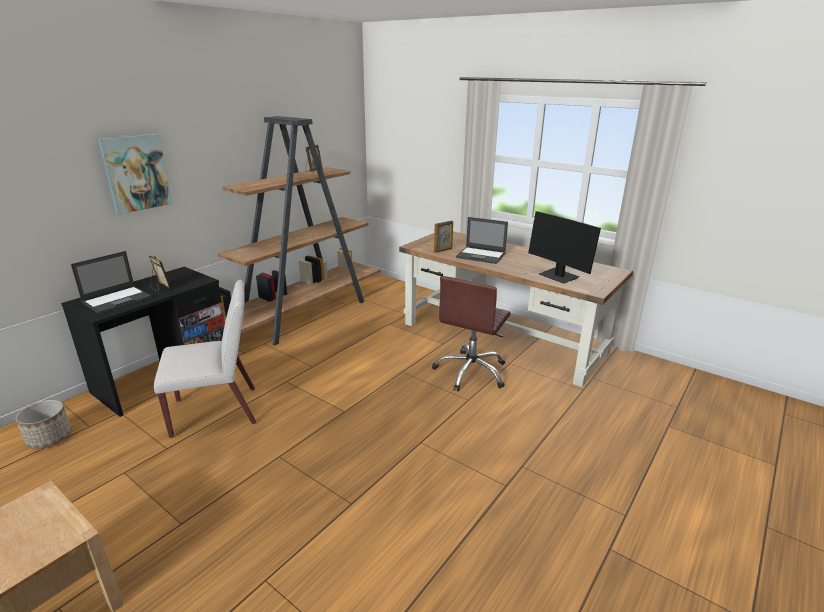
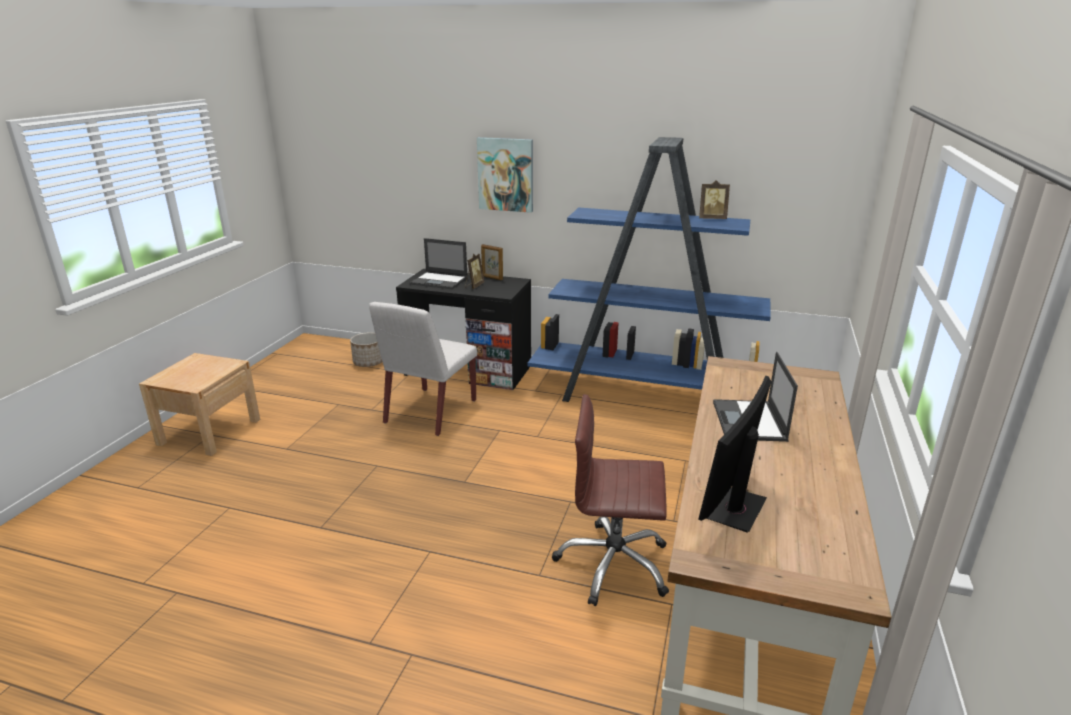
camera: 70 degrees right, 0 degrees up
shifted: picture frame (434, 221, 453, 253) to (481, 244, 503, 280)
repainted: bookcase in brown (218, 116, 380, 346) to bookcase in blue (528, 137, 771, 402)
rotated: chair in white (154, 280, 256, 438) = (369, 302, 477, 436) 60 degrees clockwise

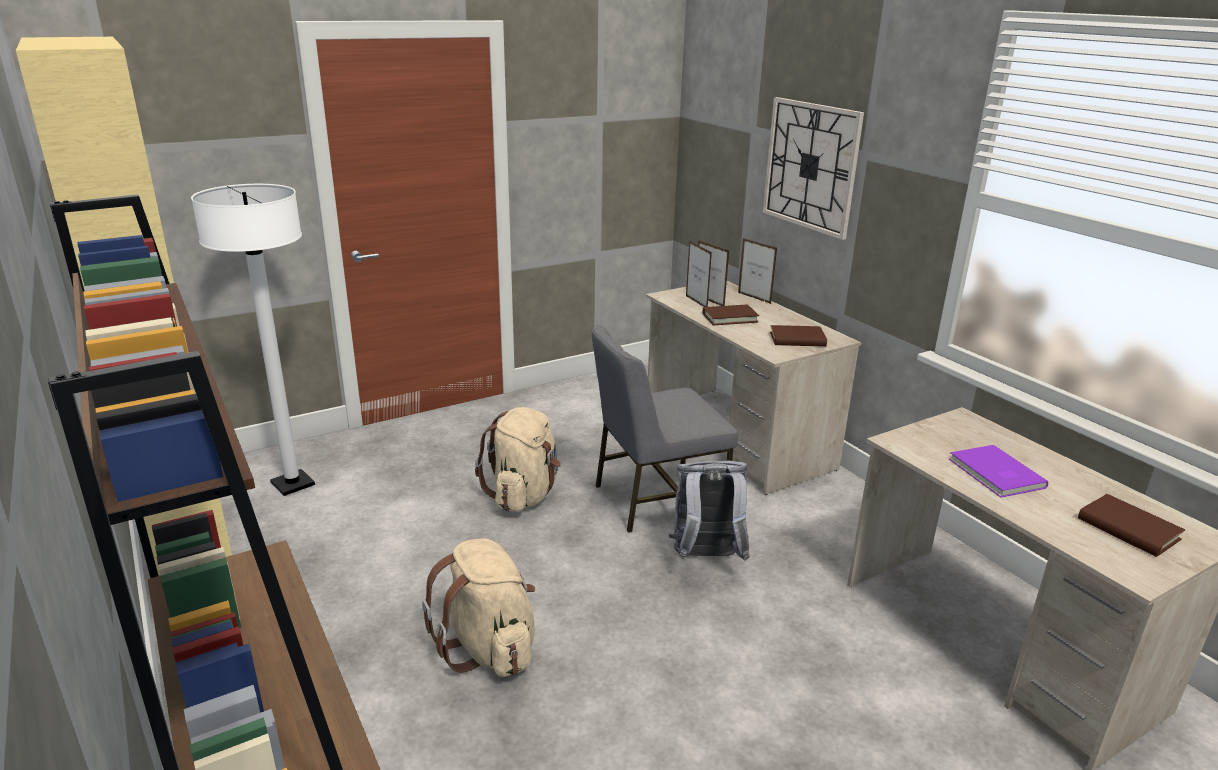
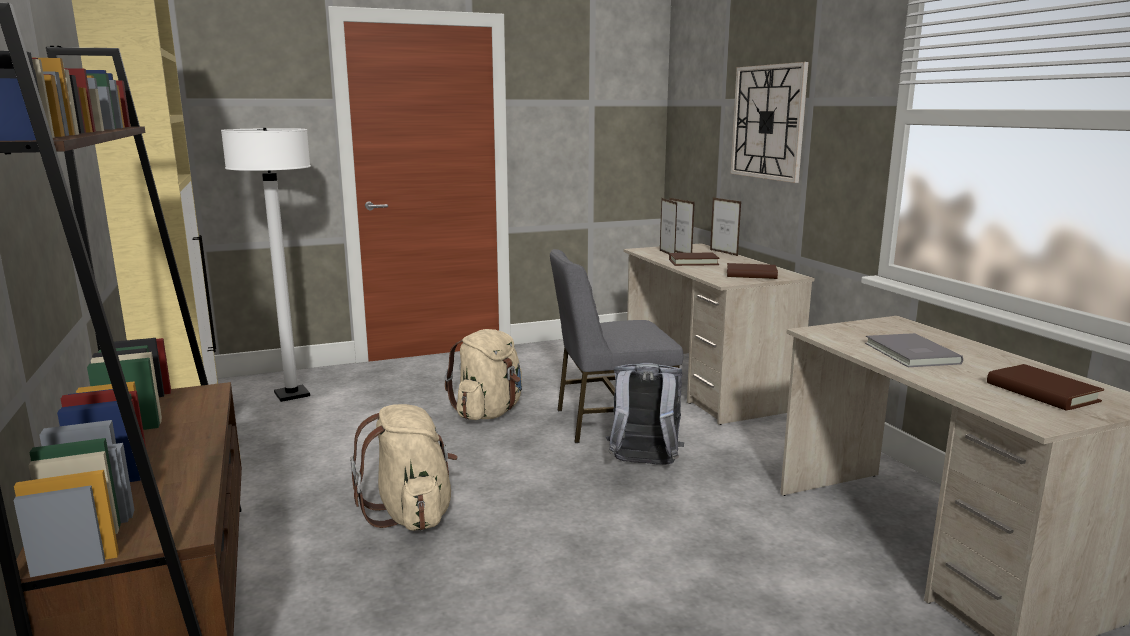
camera: 10 degrees right, 10 degrees down
repainted: book in purple (949, 445, 1048, 498) to book in grey (865, 333, 963, 367)

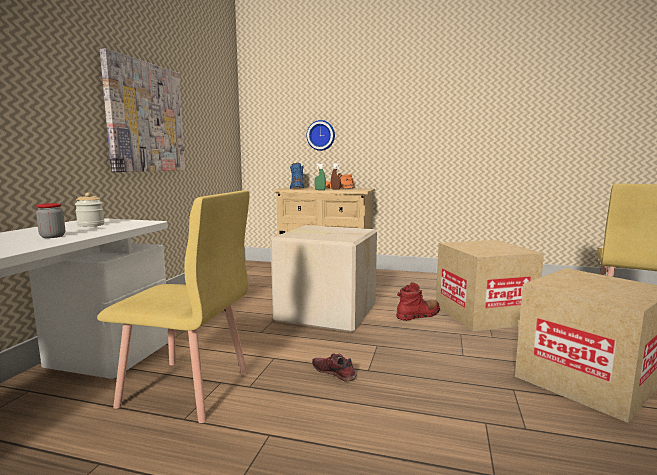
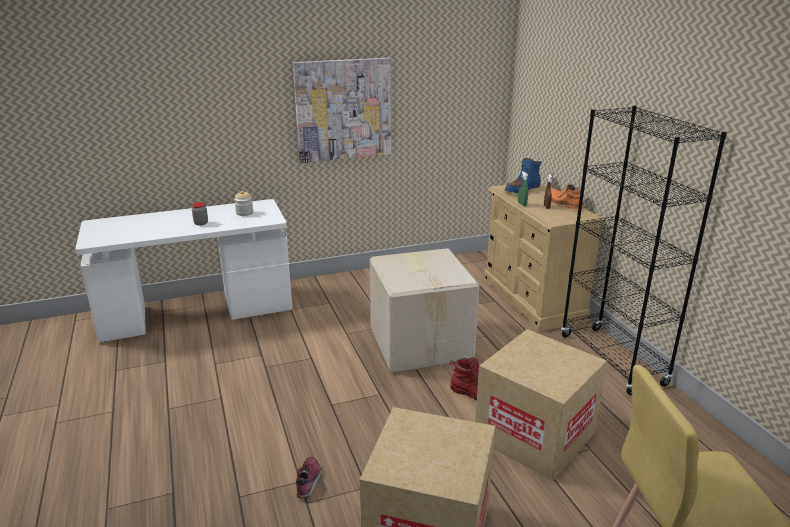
camera: 55 degrees right, 15 degrees up
gone: wall clock (306, 120, 335, 151); chair in yellow (97, 190, 250, 423)
new: bookcase in black (561, 106, 727, 395)
shifted: shoe (312, 353, 356, 381) to (296, 457, 322, 499)

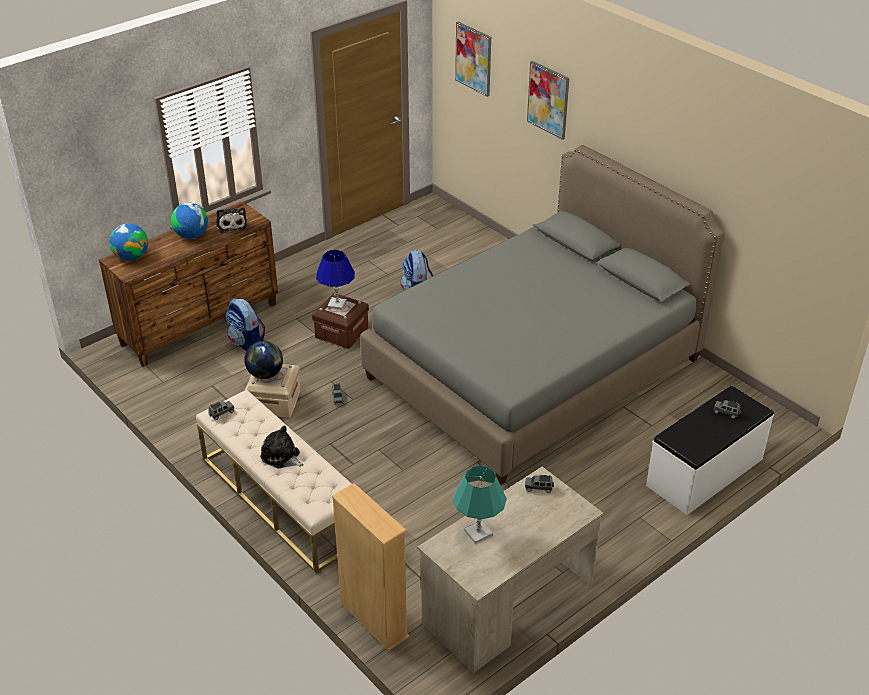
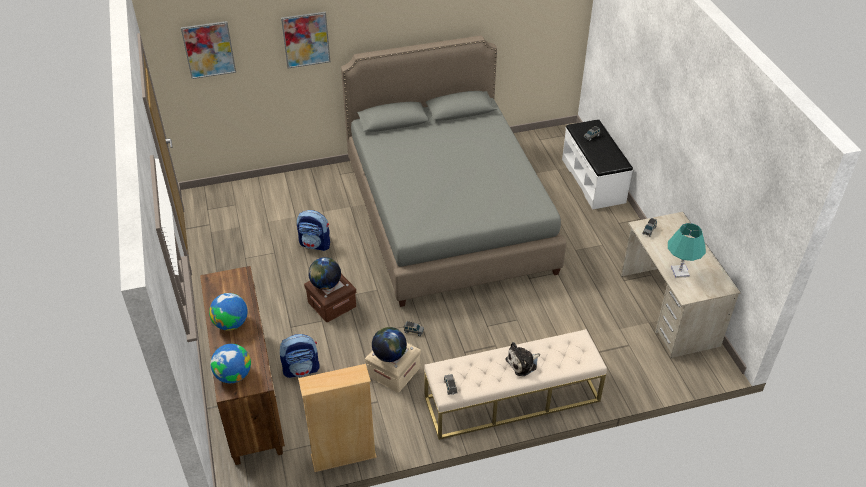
camera: 65 degrees left, 5 degrees up
gone: plush toy (216, 207, 247, 234)
shifted: bookcase in beige (332, 483, 409, 651) to (298, 364, 377, 472)
swapped: table lamp in blue (316, 250, 355, 310) to globe (308, 257, 341, 290)

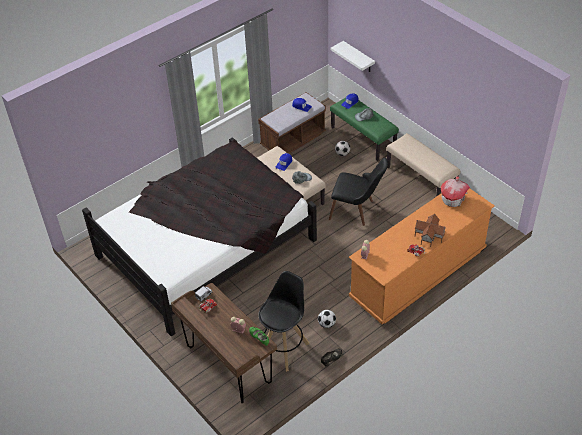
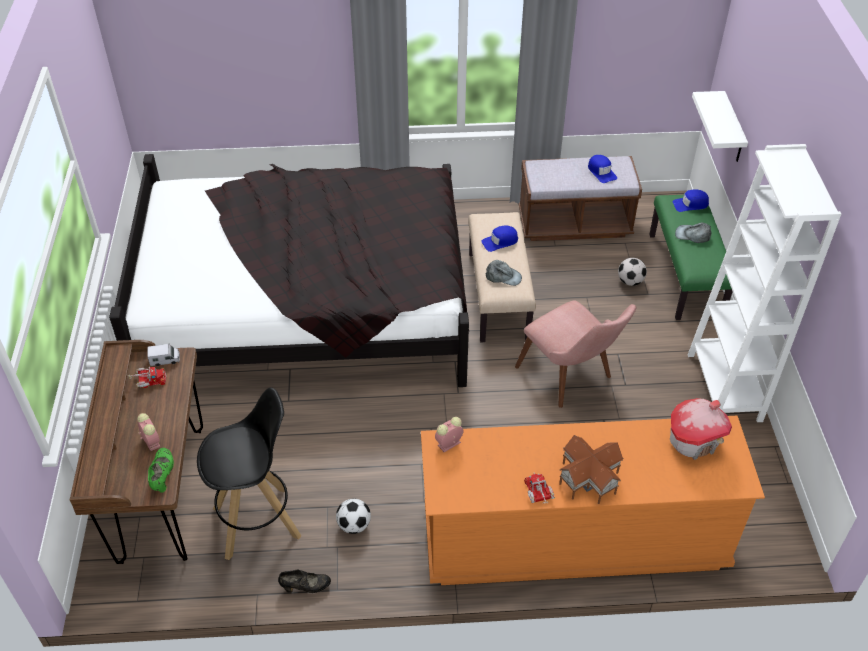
camera: 35 degrees right, 0 degrees up
swapped: bench in beige (386, 133, 460, 197) to bookcase in white (688, 144, 841, 422)
repainted: chair in black (329, 158, 388, 226) to chair in pink (515, 300, 636, 408)

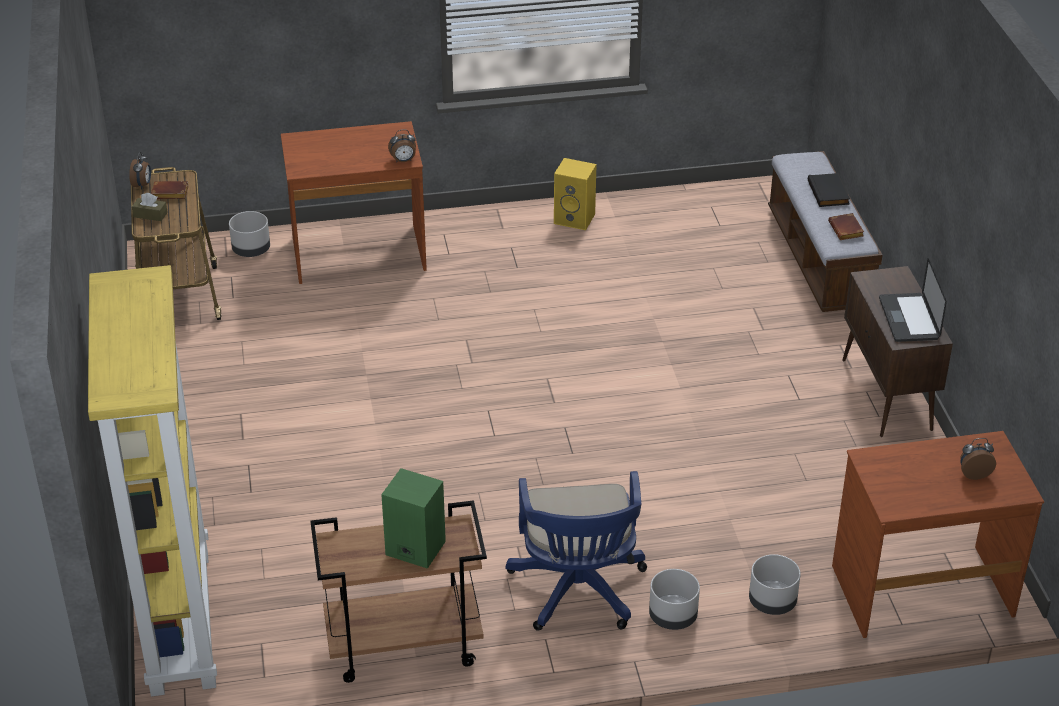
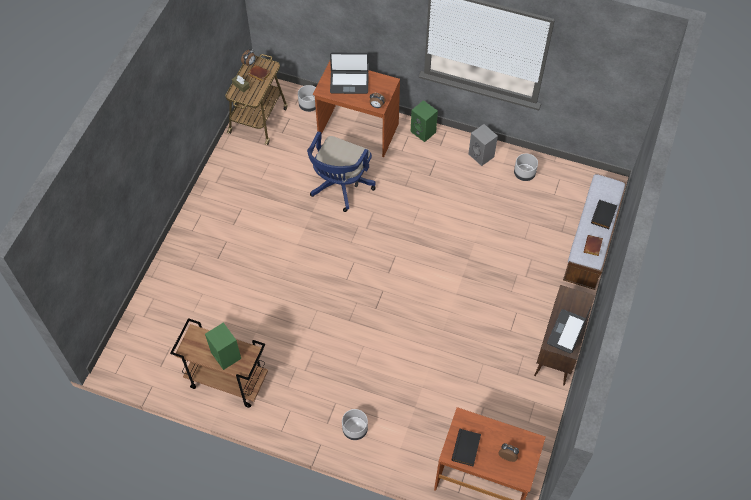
camera: 30 degrees right, 20 degrees up
gone: bookcase in yellow (88, 265, 217, 696)
new: laptop (330, 52, 369, 94); speaker in green (411, 100, 438, 142); book in black (452, 429, 481, 466)
shifted: office chair in blue (506, 471, 647, 631) to (307, 131, 376, 212); planter in grey (749, 554, 801, 615) to (514, 154, 538, 181)
repainted: speaker in yellow (554, 158, 597, 230) to speaker in grey (468, 124, 498, 166)

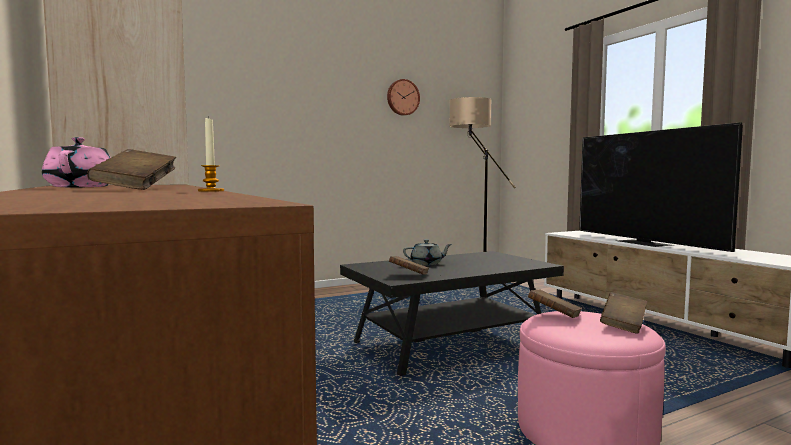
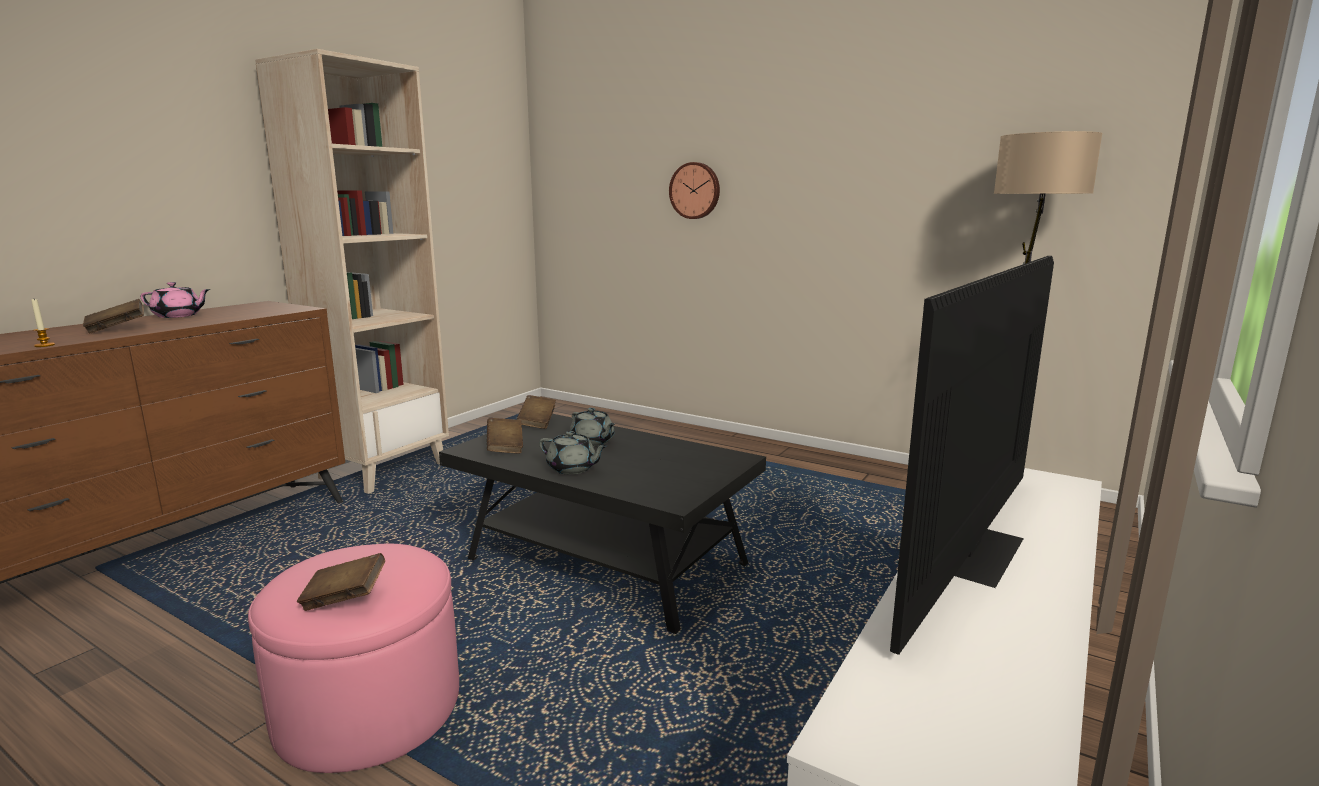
camera: 60 degrees right, 10 degrees up
new: teapot in grey (539, 431, 607, 474)
shifted: wall clock (387, 79, 420, 116) to (669, 162, 720, 219); book in brown (528, 289, 582, 318) to (516, 395, 556, 429)
rotated: teapot in pink (42, 137, 111, 187) = (140, 282, 210, 318) 45 degrees clockwise

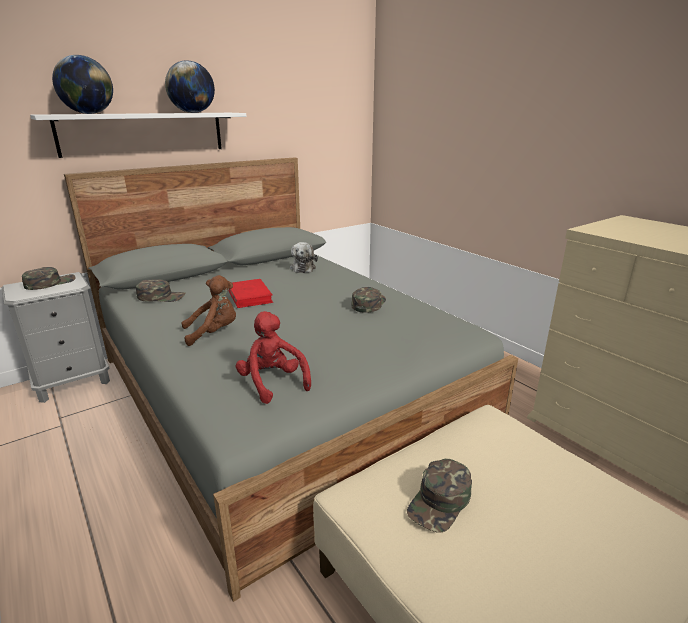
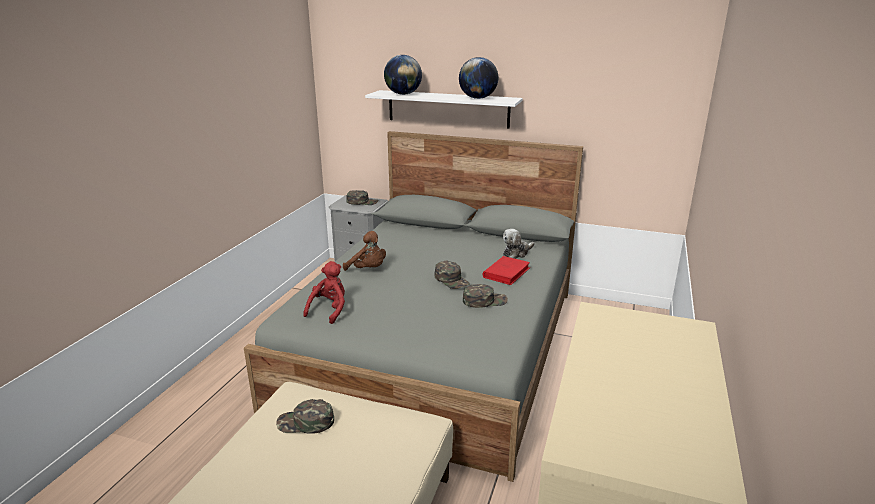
camera: 55 degrees right, 0 degrees up
shifted: cap in green (136, 279, 186, 302) to (434, 261, 470, 289); book in red (228, 279, 273, 308) to (483, 256, 530, 285)

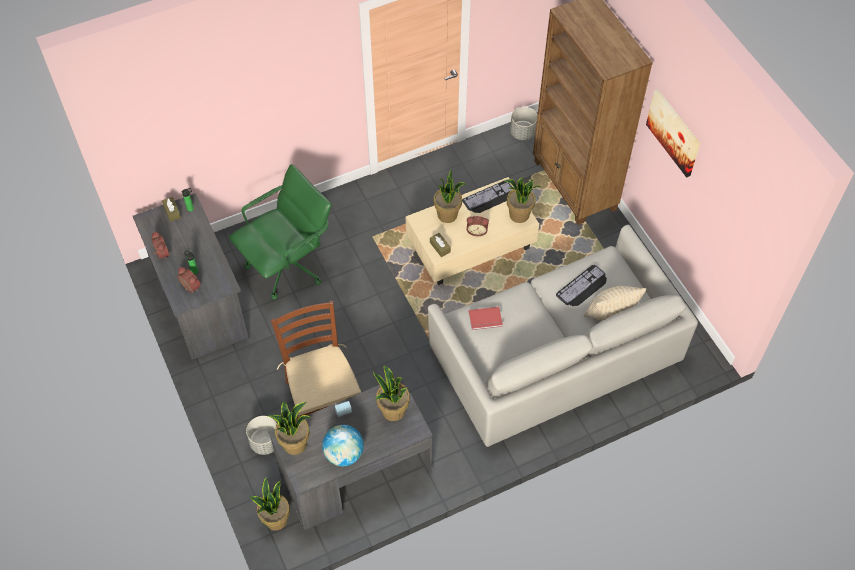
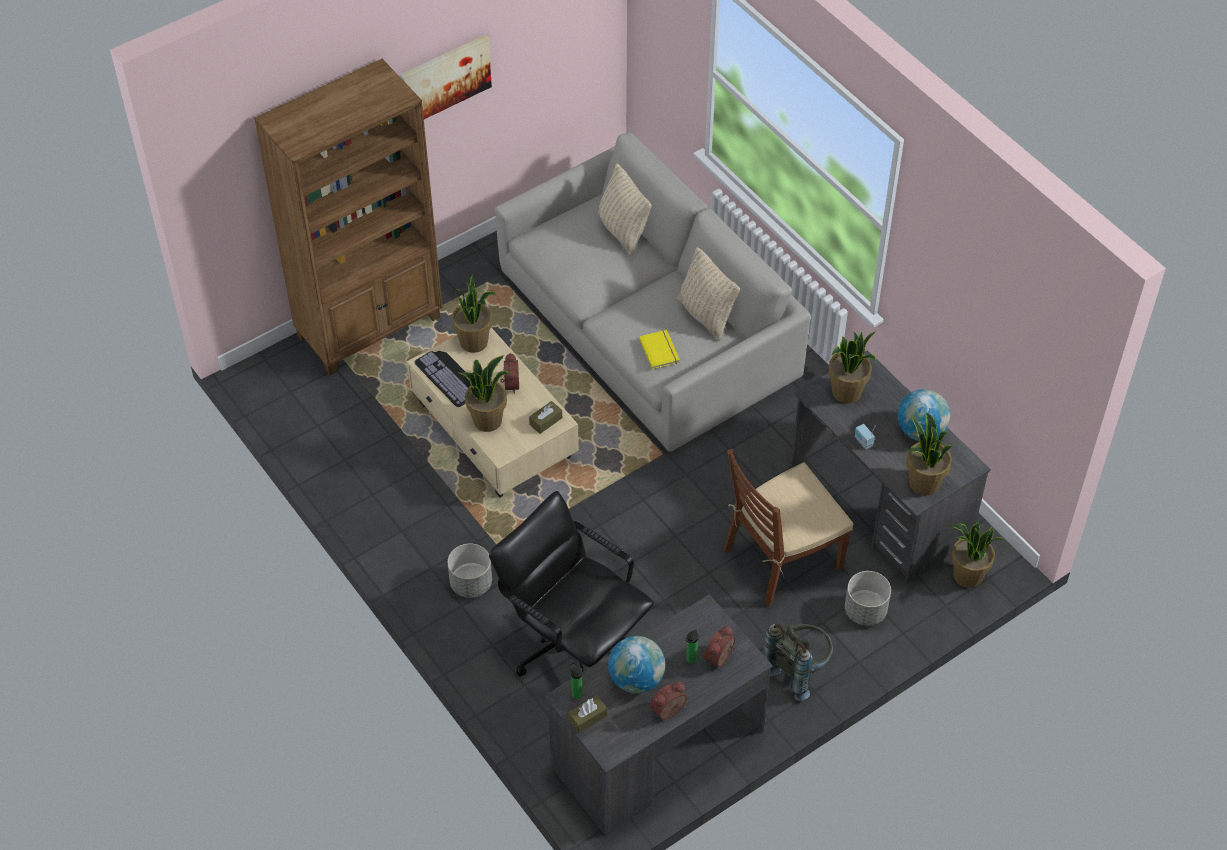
camera: 100 degrees left, 5 degrees down
gone: keyboard (556, 264, 607, 306)
new: pillow in beige (677, 247, 740, 341); backpack in grey (763, 624, 833, 701); globe (608, 636, 665, 694)
shifted: planter in grey (510, 107, 537, 140) to (448, 544, 492, 598)
repainted: office chair in green (229, 164, 332, 300) to office chair in black (489, 491, 654, 676); book in red (469, 307, 503, 330) to book in yellow (639, 330, 680, 369)

